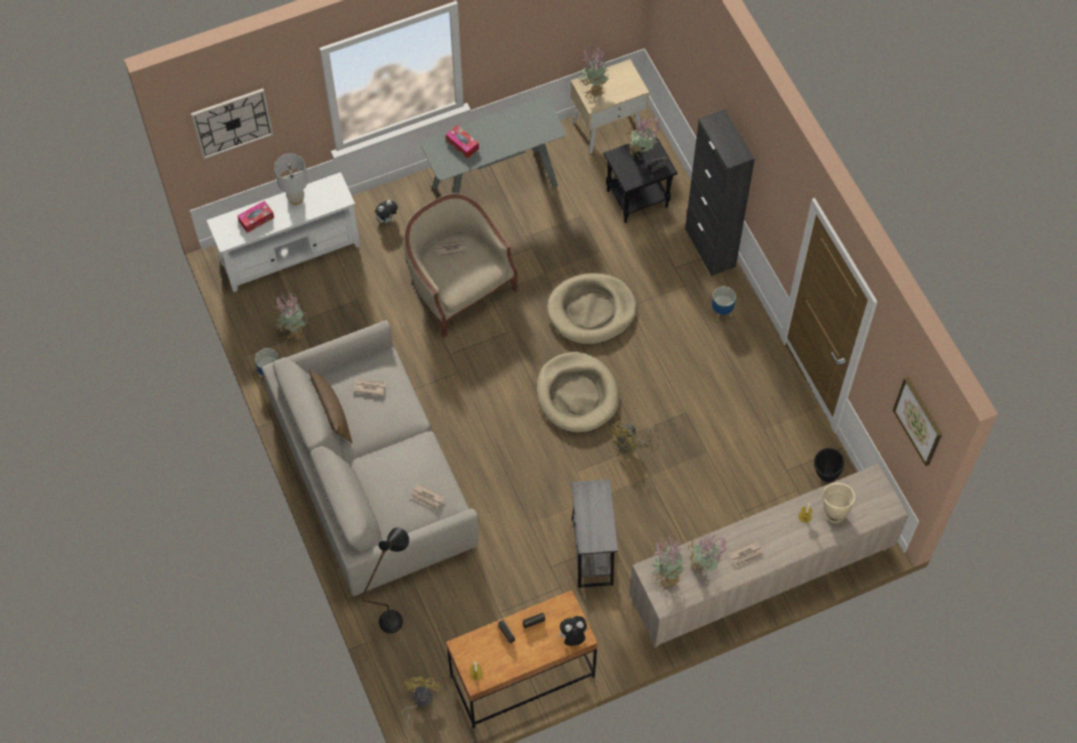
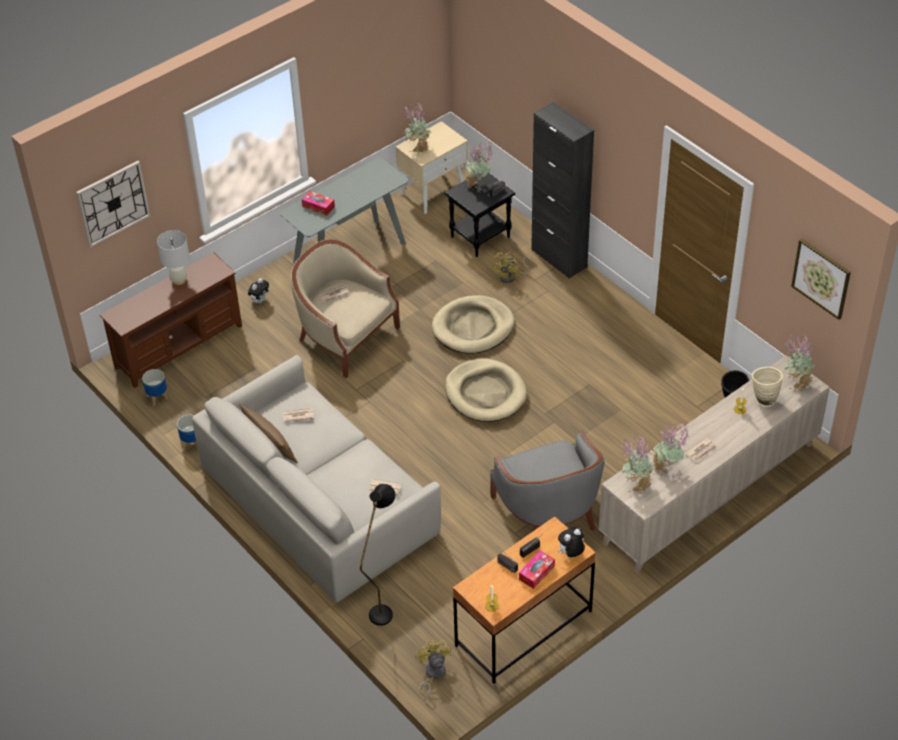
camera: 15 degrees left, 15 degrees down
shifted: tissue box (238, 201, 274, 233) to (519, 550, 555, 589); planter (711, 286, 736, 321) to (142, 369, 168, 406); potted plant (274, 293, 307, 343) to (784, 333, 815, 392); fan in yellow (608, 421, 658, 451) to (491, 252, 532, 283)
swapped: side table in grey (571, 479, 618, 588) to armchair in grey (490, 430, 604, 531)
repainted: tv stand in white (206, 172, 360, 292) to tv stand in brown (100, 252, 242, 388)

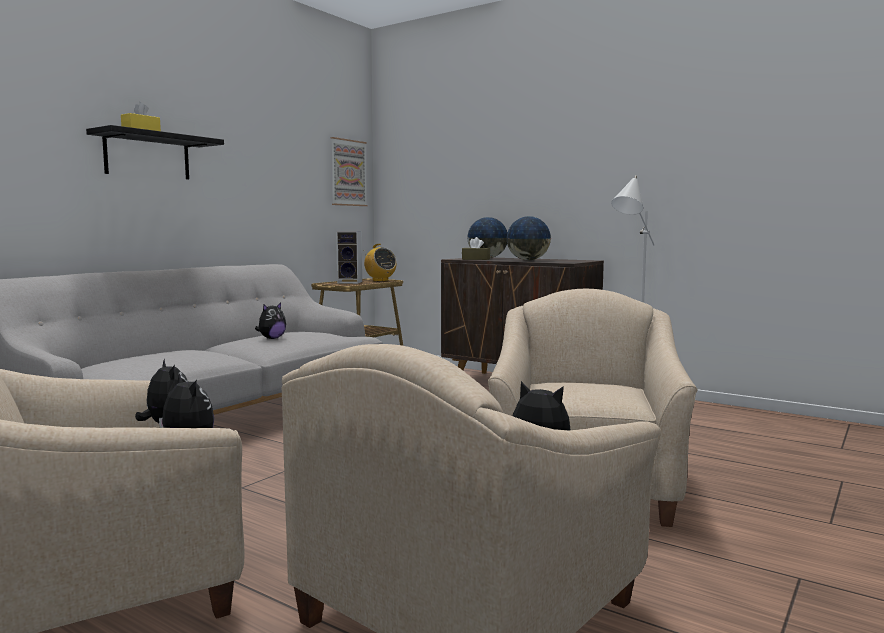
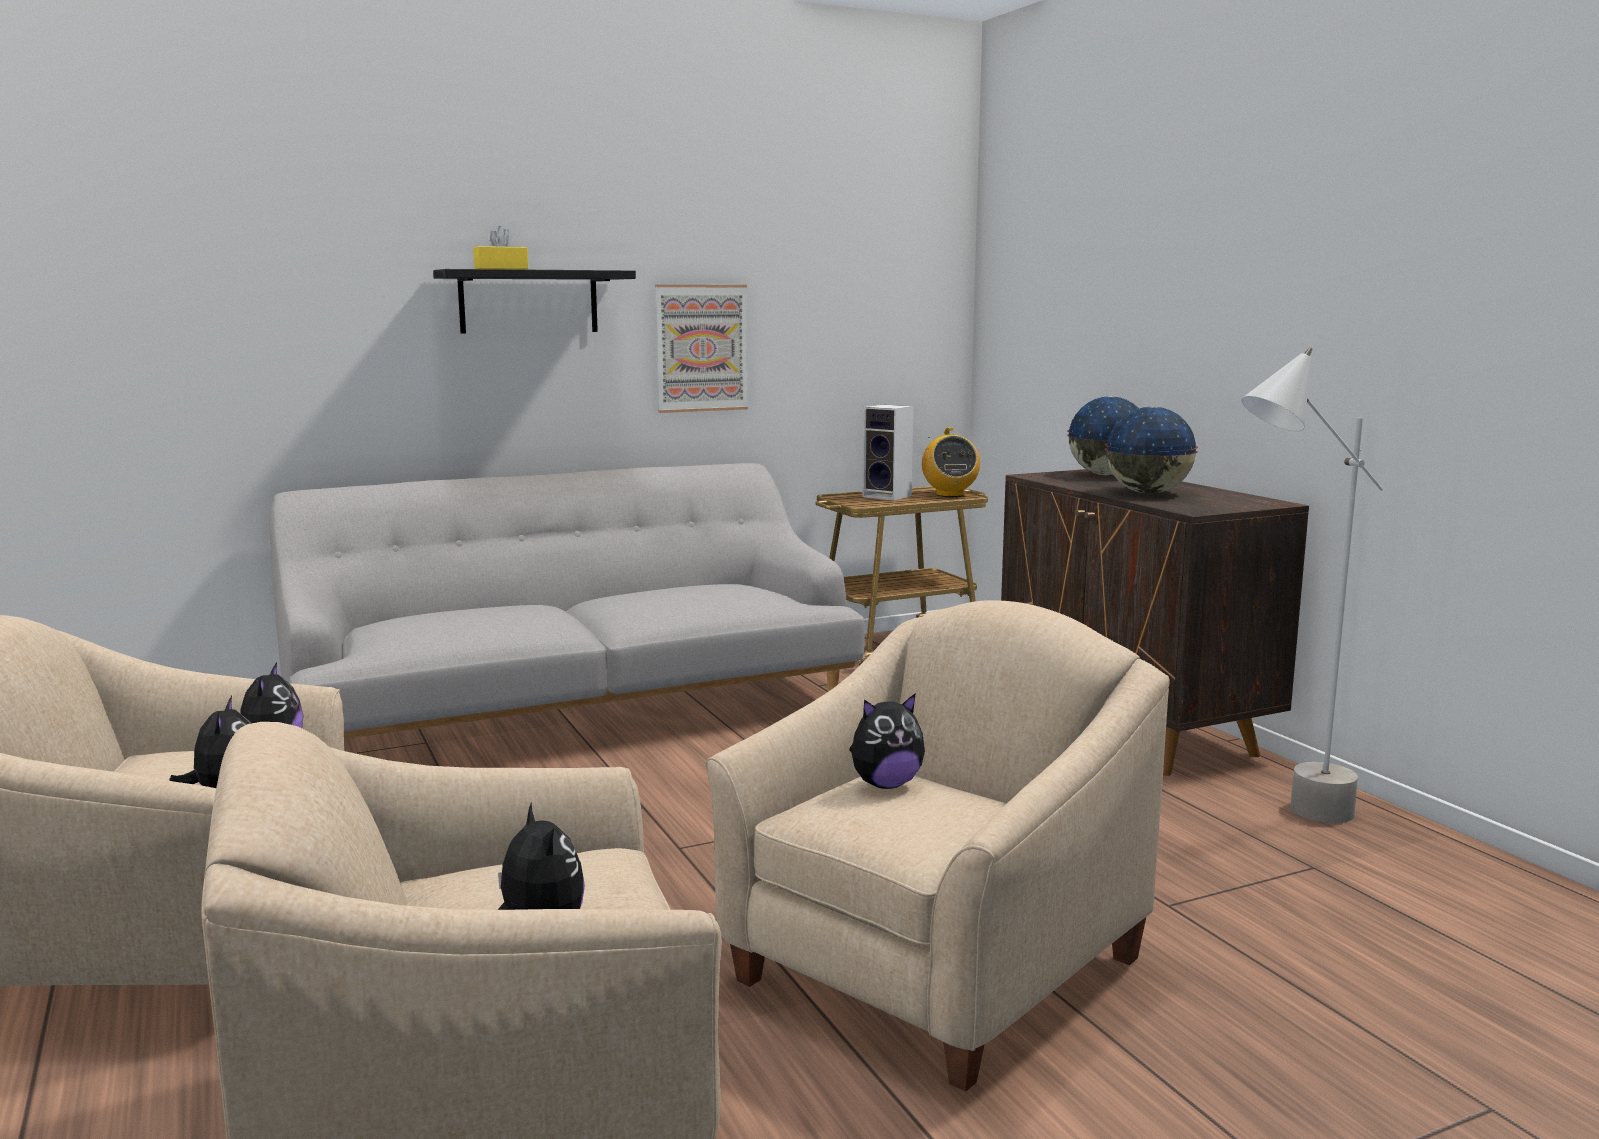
camera: 30 degrees right, 5 degrees up
gone: tissue box in brown (462, 237, 490, 260)
shifted: picture (331, 137, 368, 206) to (655, 284, 748, 413); plush toy (255, 302, 286, 339) to (849, 693, 925, 789)

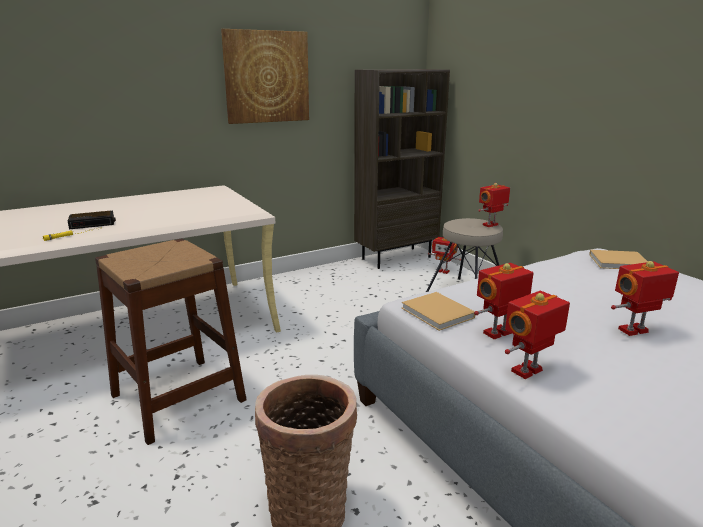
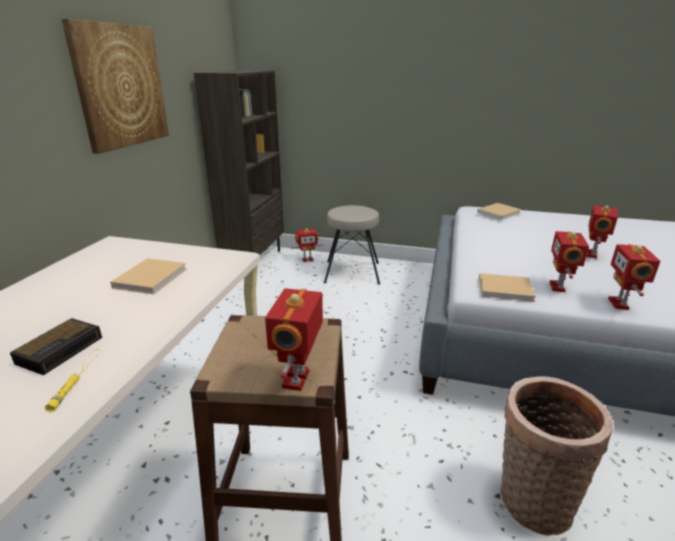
camera: 45 degrees left, 5 degrees up
new: book in beige (110, 258, 187, 294)
shifted: toy robot (478, 183, 510, 227) to (265, 288, 323, 391)

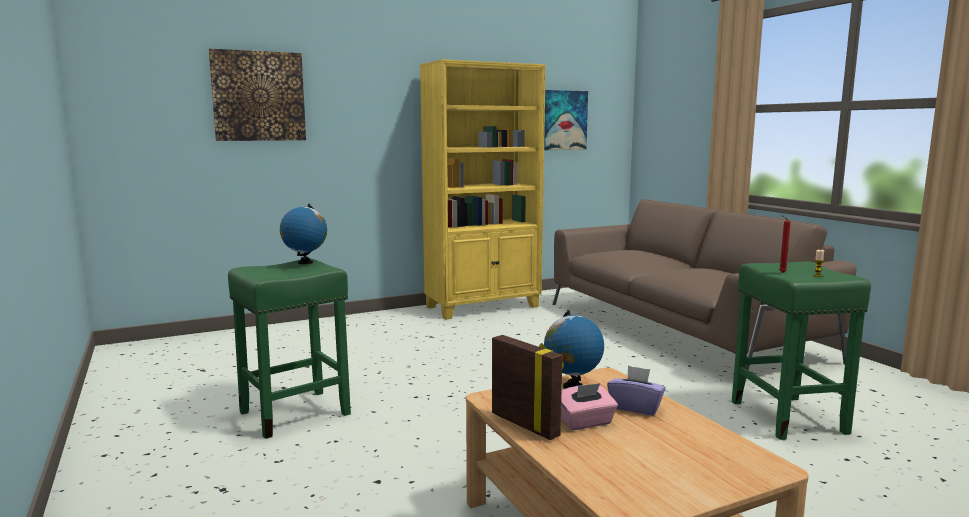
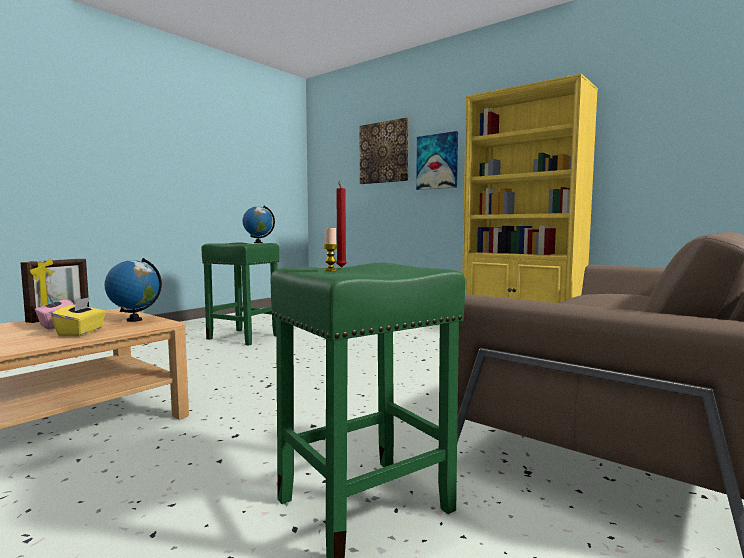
camera: 65 degrees right, 5 degrees down
shifted: picture (544, 90, 588, 150) to (416, 131, 458, 190)
repainted: tissue box in purple (607, 365, 666, 415) to tissue box in yellow (51, 297, 106, 336)

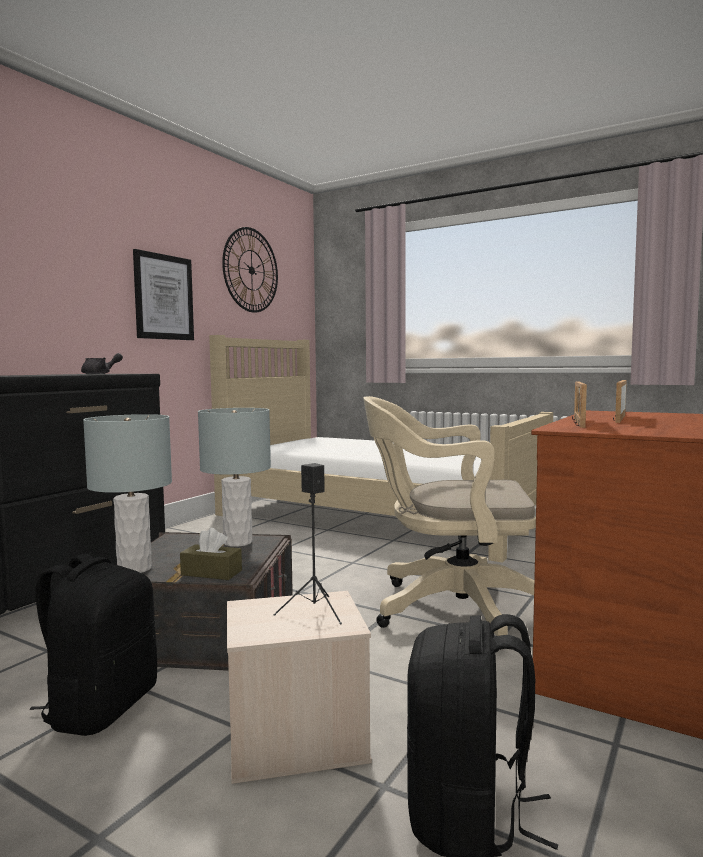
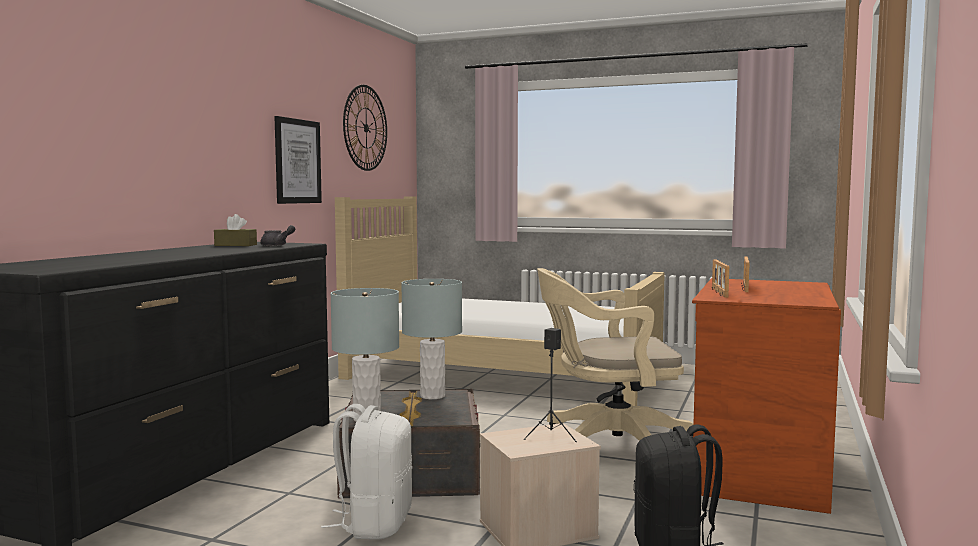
camera: 10 degrees left, 0 degrees up
shifted: tissue box in brown (180, 528, 242, 580) to (214, 214, 257, 246)
repainted: backpack in black (30, 554, 157, 736) to backpack in white (321, 404, 412, 540)

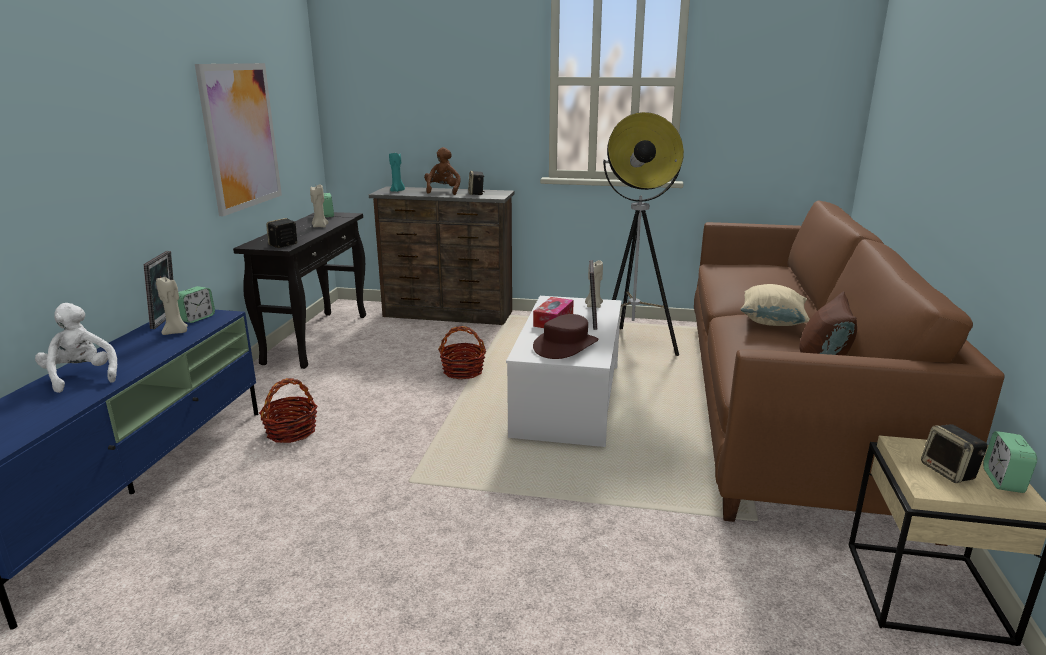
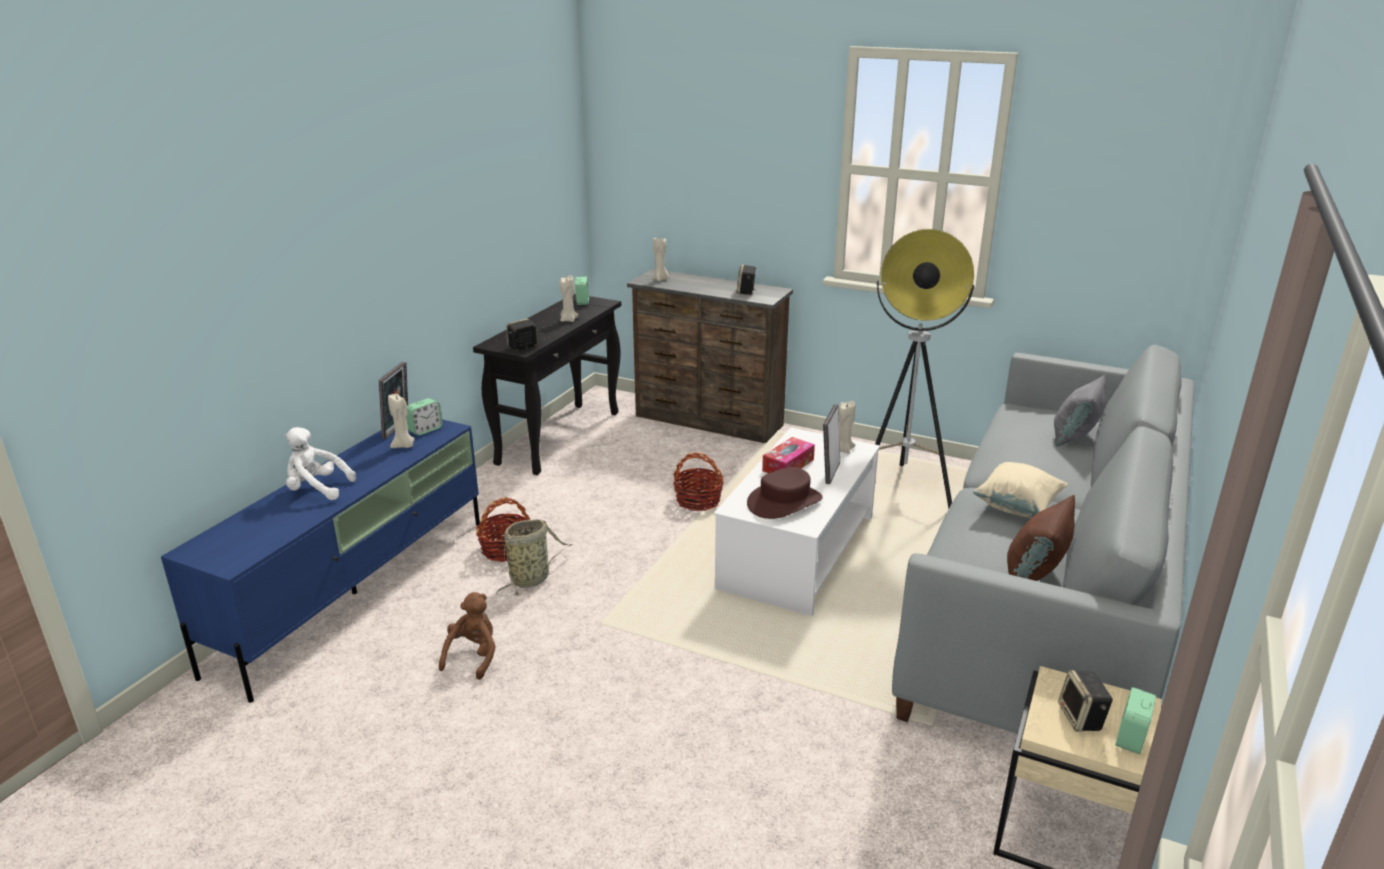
camera: 15 degrees right, 5 degrees up
gone: picture (195, 63, 282, 216)
new: pillow in grey (1054, 375, 1106, 447); basket (496, 519, 573, 596)
shifted: plush toy in brown (424, 147, 461, 195) to (439, 592, 496, 680)
repainted: candle in turquoise (389, 153, 405, 192) to candle in beige (652, 236, 669, 281); sofa in brown (694, 201, 1005, 546) to sofa in grey (892, 345, 1194, 733)
rotated: plush toy in white (35, 303, 117, 393) = (286, 427, 356, 500) 60 degrees counterclockwise

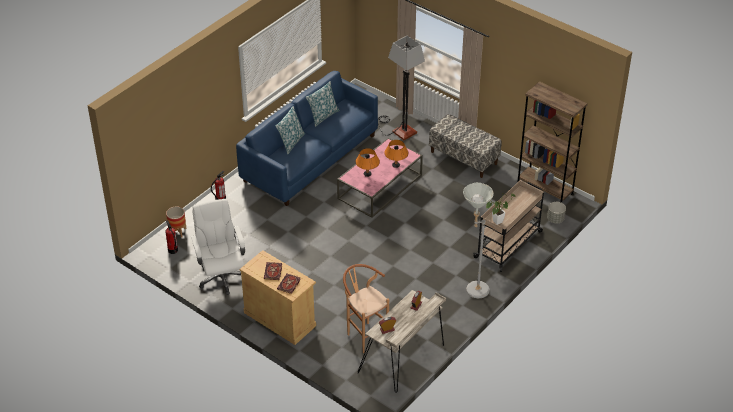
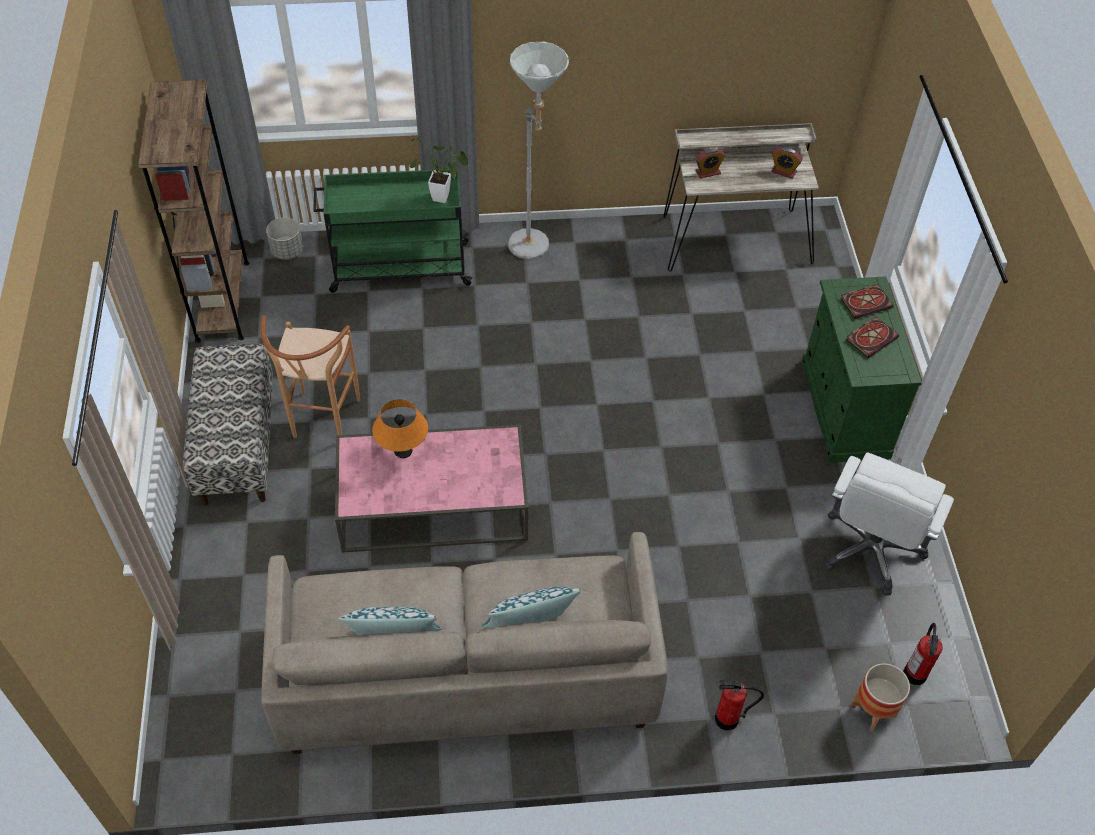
camera: 135 degrees left, 10 degrees up
gone: floor lamp (378, 36, 425, 140); table lamp in orange (356, 148, 380, 177)
shifted: stool in brown (343, 264, 389, 353) to (260, 315, 360, 438)
repainted: sofa in blue (236, 71, 378, 206) to sofa in beige (261, 532, 668, 754); cart in beige (473, 180, 544, 272) to cart in green (313, 169, 473, 293); cabinet in beige (240, 250, 316, 345) to cabinet in green (802, 276, 922, 463)

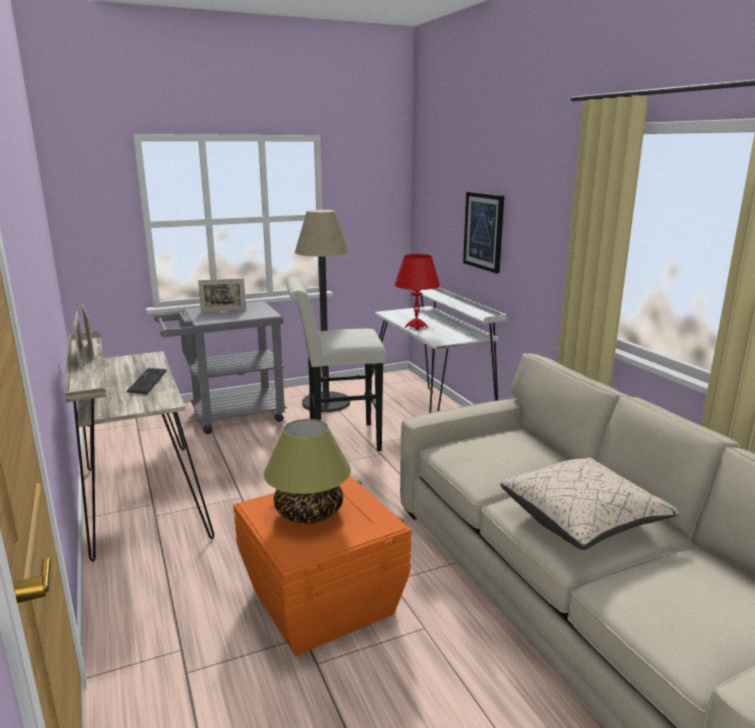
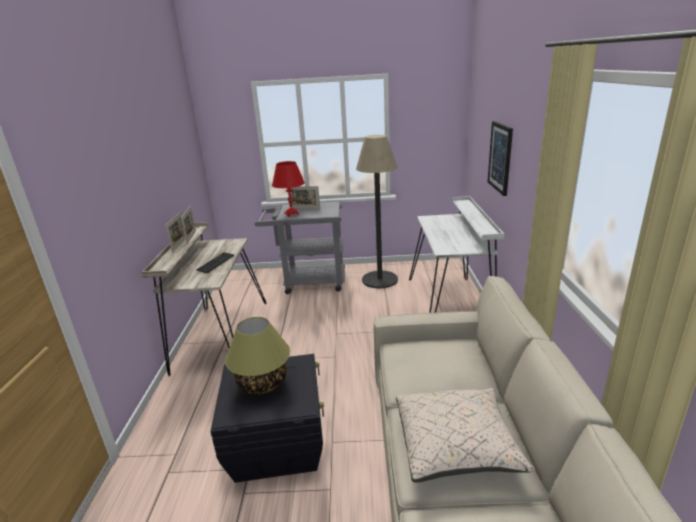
camera: 25 degrees right, 5 degrees up
gone: stool in white (286, 277, 386, 451)
shifted: table lamp in red (395, 254, 440, 331) to (272, 161, 305, 217)
repainted: storage box in orange (233, 476, 411, 656) to storage box in black (210, 354, 324, 483)

